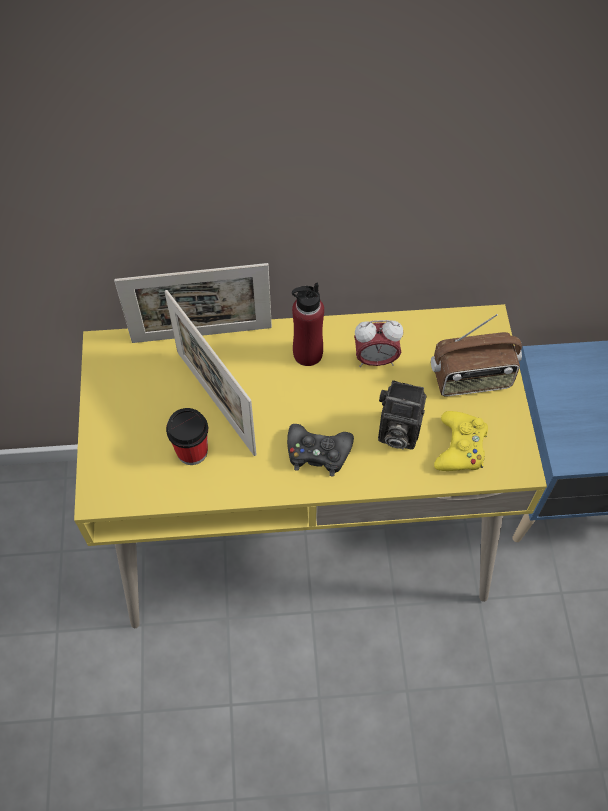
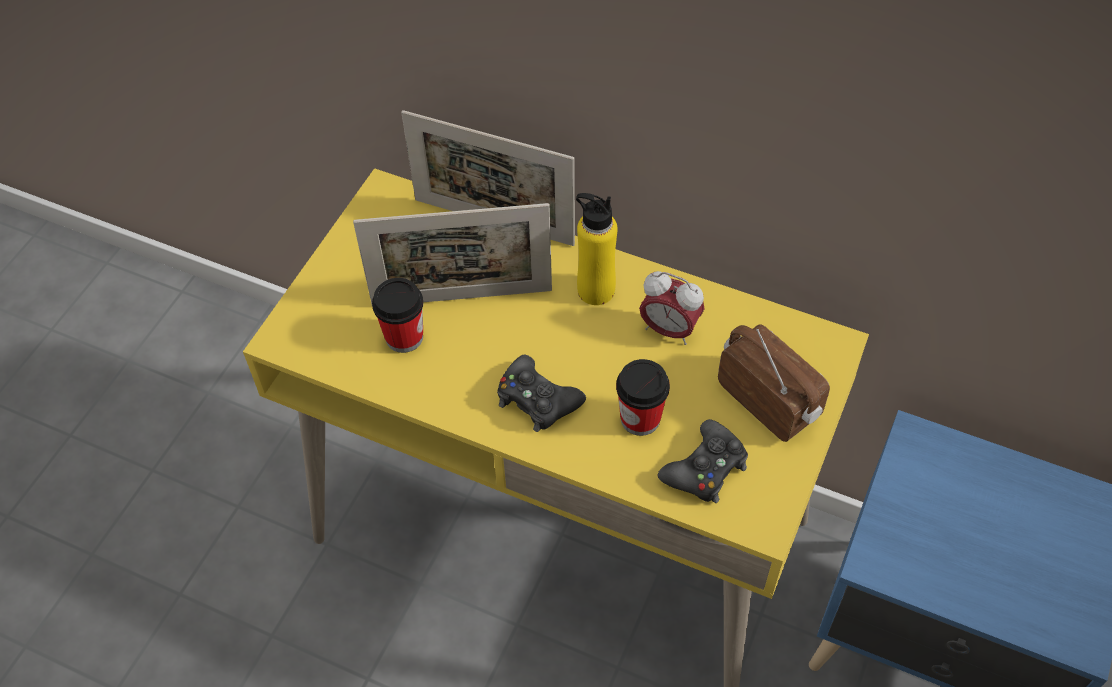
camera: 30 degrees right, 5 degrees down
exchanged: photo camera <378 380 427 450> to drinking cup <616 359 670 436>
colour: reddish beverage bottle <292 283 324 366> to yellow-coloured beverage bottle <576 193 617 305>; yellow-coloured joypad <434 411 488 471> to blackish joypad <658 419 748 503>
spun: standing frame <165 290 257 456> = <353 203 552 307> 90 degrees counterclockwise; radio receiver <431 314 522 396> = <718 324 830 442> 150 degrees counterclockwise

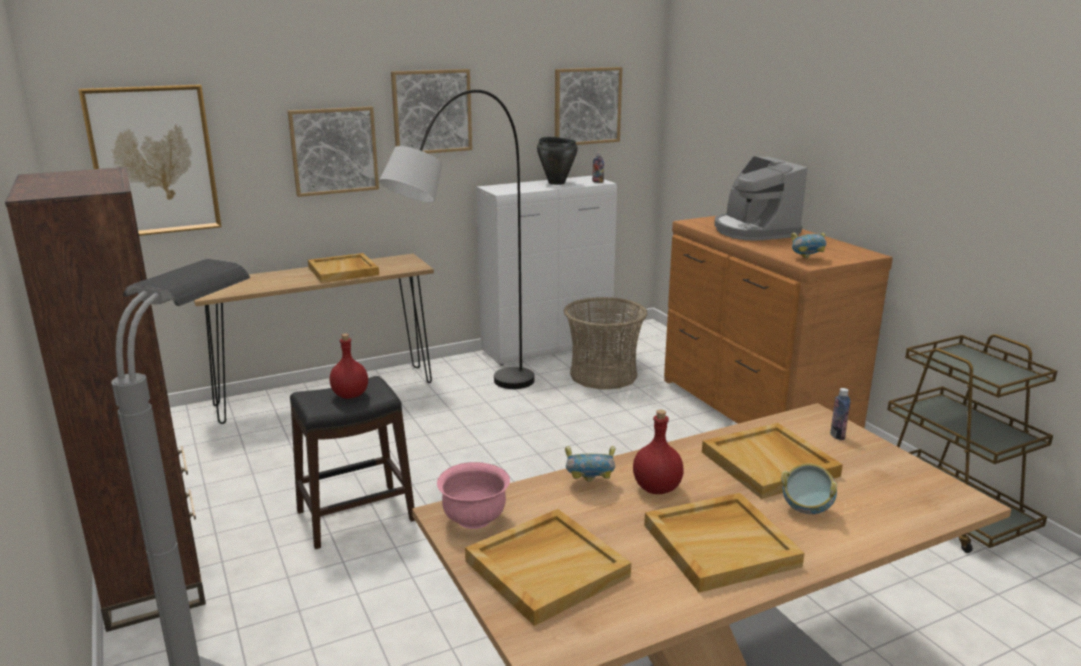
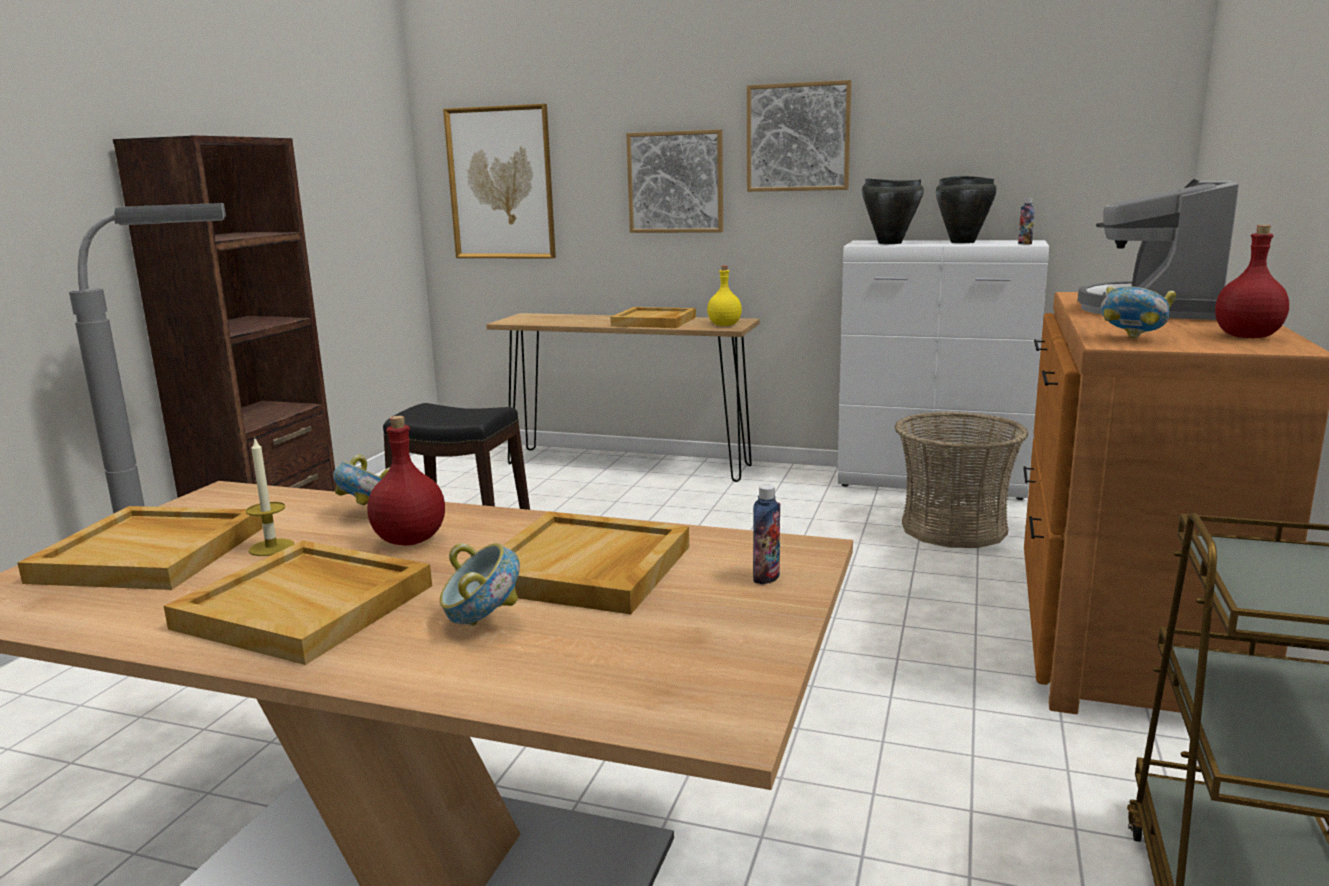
camera: 45 degrees right, 5 degrees down
missing: wall art <555 67 622 145>; gray floor lamp <379 90 535 389>; pink serving bowl <437 462 510 529>
appeared: blackish cooking pot <862 178 924 244>; yellow-coloured beverage bottle <707 265 742 326>; candle <246 439 294 556>
relocated: reddish beverage bottle <330 334 368 399> to <1215 225 1289 338>

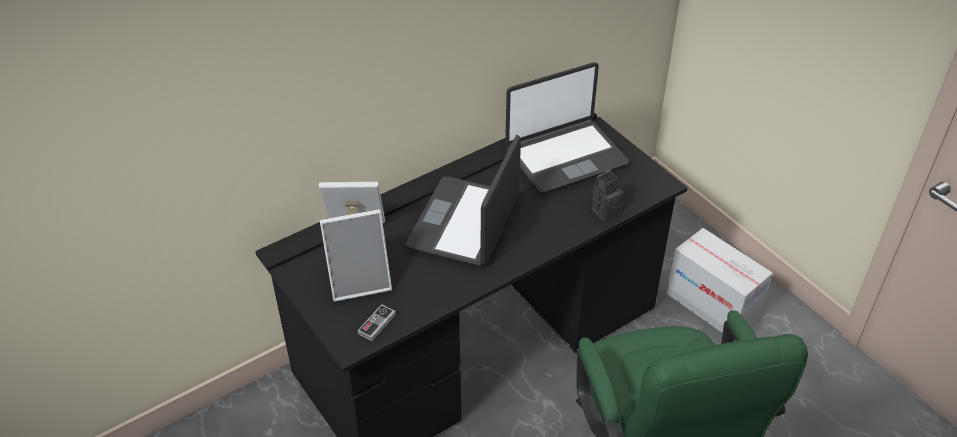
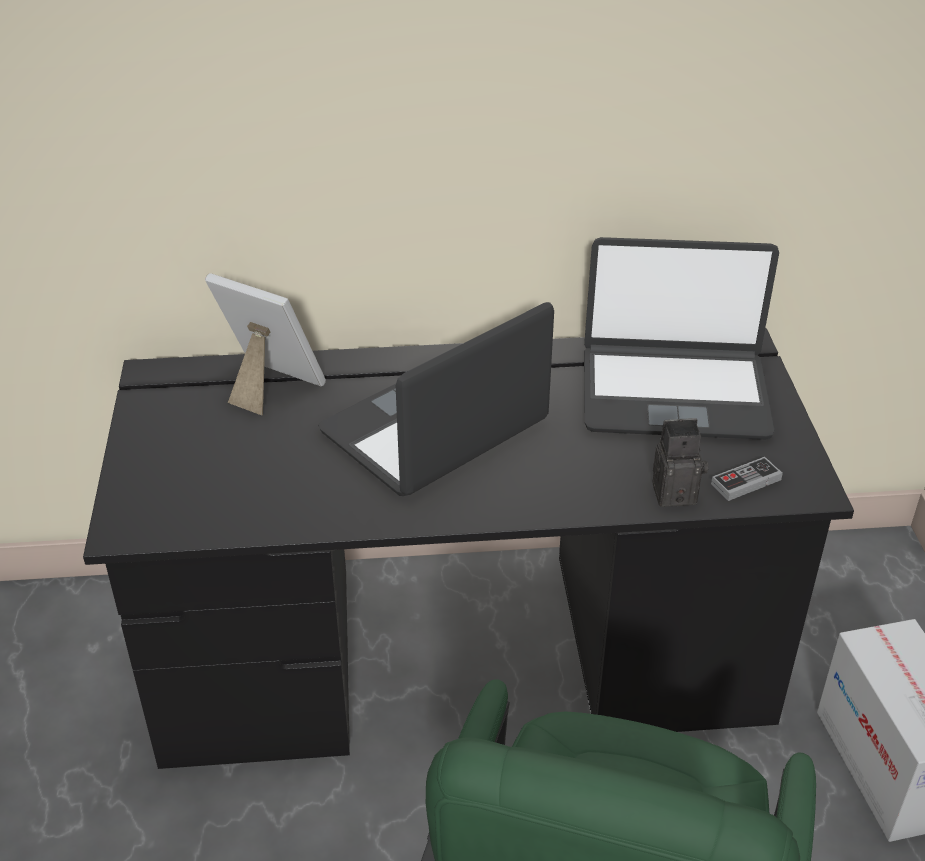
camera: 30 degrees right, 5 degrees down
missing: standing frame <320 209 392 302>
relocated: joypad <358 304 396 341> to <711 457 783 501>

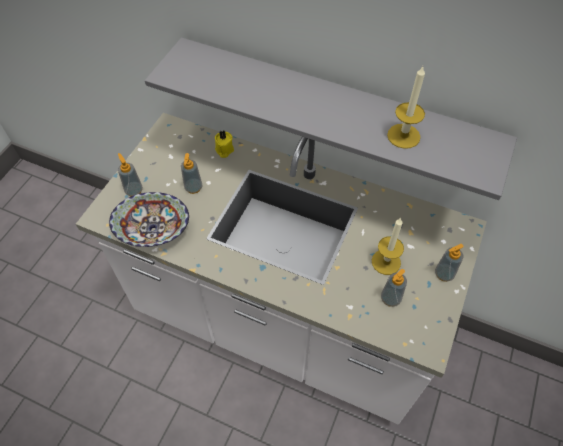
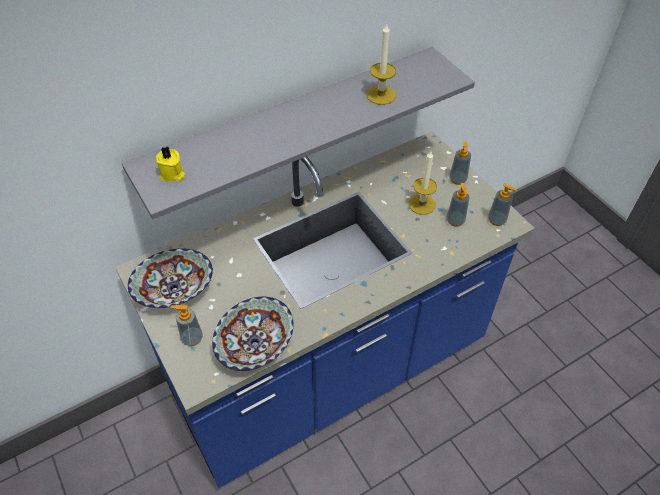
camera: 55 degrees left, 5 degrees down
appeared: serving bowl <128 249 213 308>
relocated: yellow-coloured candle <215 130 234 158> to <156 147 185 181>; liquid soap bottle <181 153 202 194> to <488 183 517 226>
colour: whitish kitchen base unit <76 113 487 425> to blue-coloured kitchen base unit <115 131 535 488>

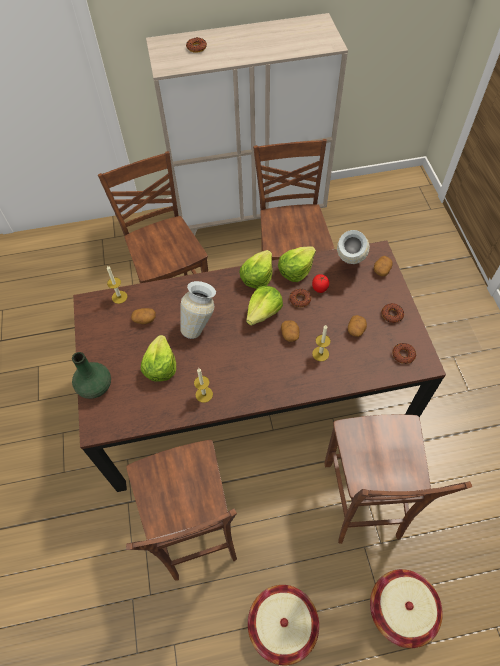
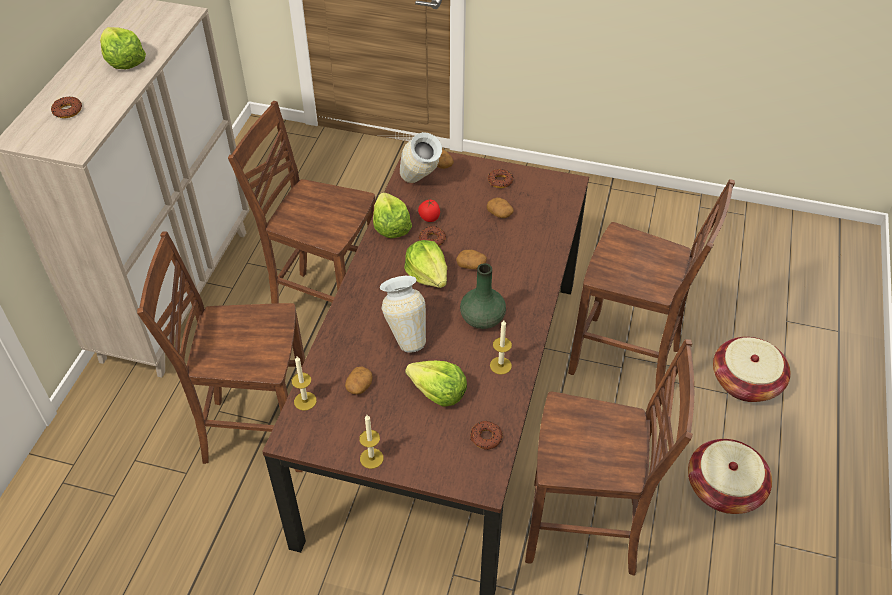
camera: 65 degrees left, 10 degrees down
relocated: lettuce head <239 250 273 289> to <100 27 146 69>; candle <312 325 331 361> to <359 415 384 469>; ring doughnut <392 343 416 364> to <470 421 503 450>; greenish decorative vase <72 352 111 399> to <460 263 506 329>

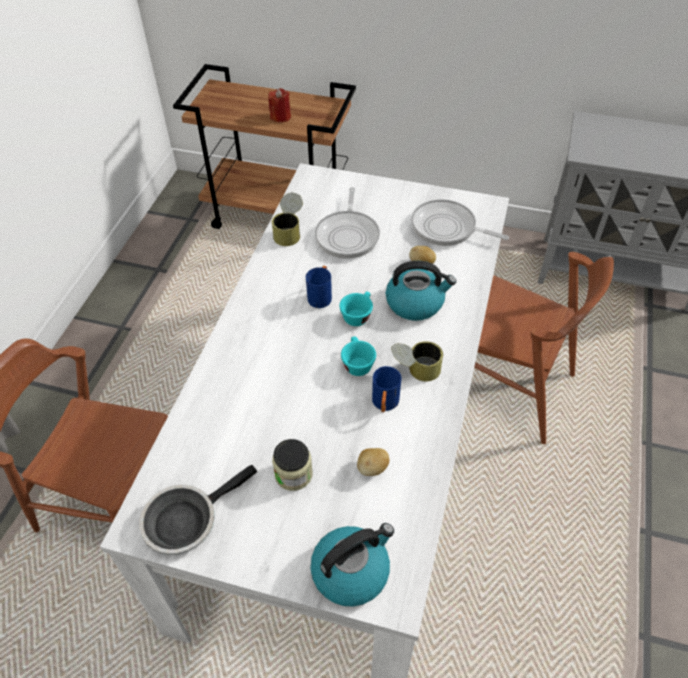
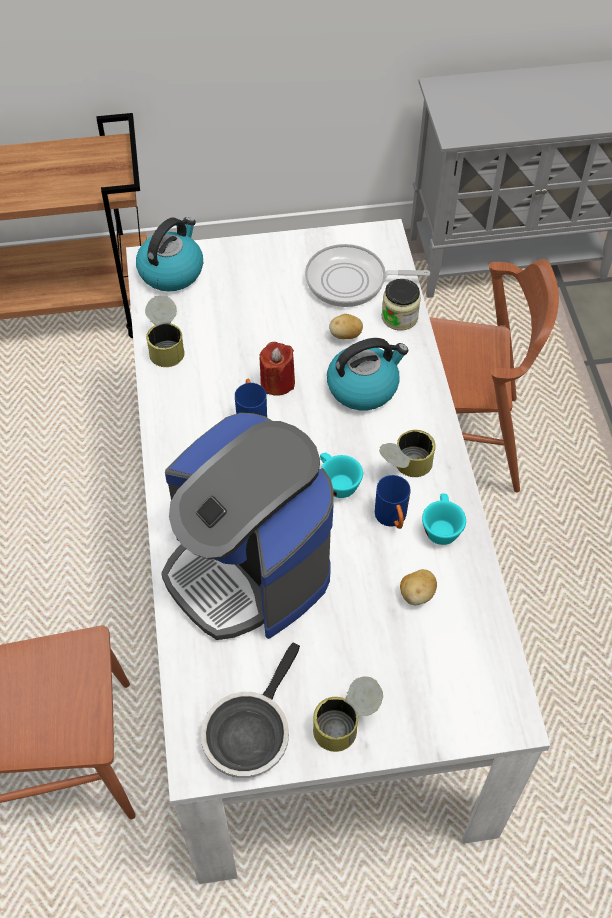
camera: 25 degrees left, 5 degrees up
missing: pan <315 187 380 259>
appeared: coffee maker <161 413 334 640>; can <313 677 383 752>
relocated: reddish candle <268 88 291 122> to <259 342 295 396>; turquoise-coloured drinking cup <340 291 373 326> to <422 493 466 545>; storage jar <272 439 313 491> to <381 279 421 331>; tea kettle <310 523 394 607> to <136 217 203 291>

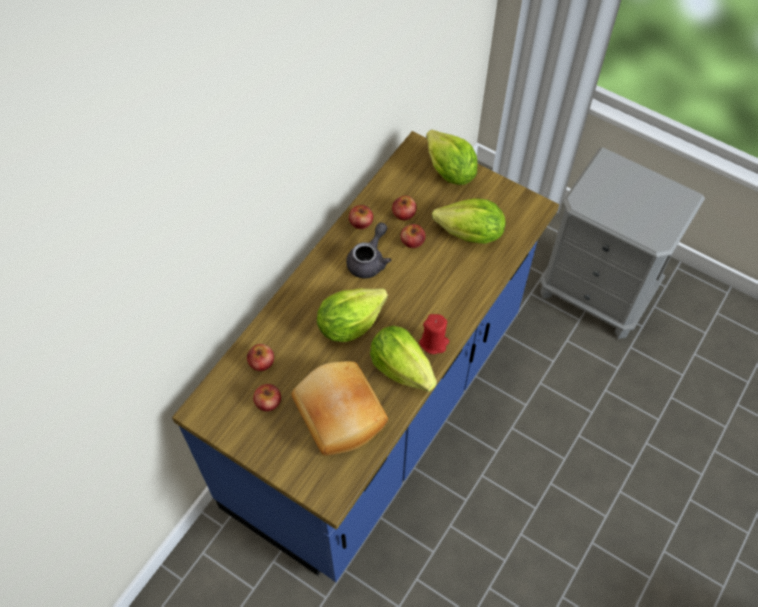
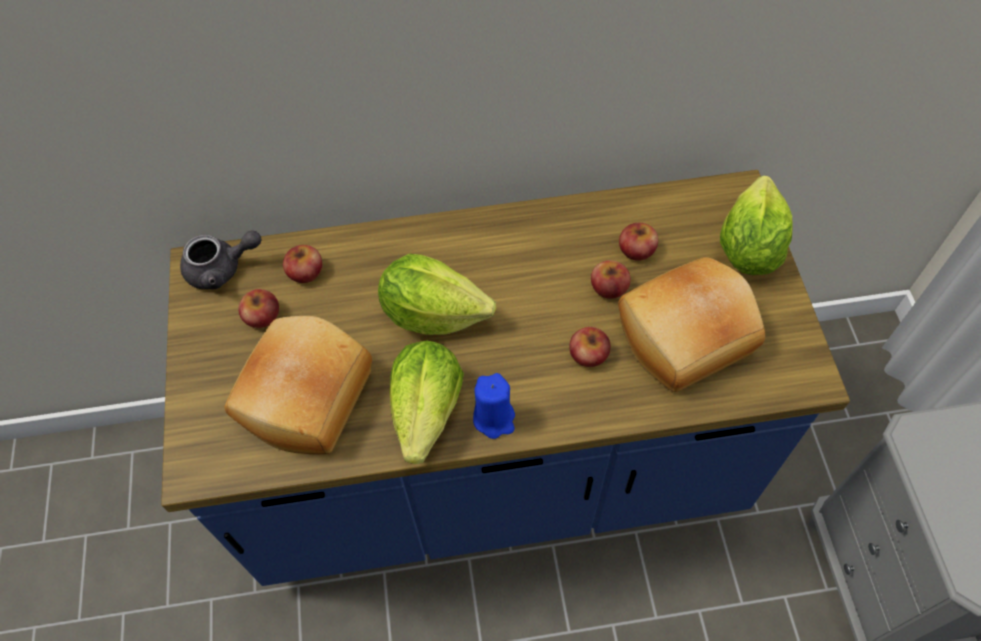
camera: 50 degrees right, 0 degrees up
relocated: apple <349 205 373 229> to <569 327 611 367>; gray teapot <346 222 391 278> to <180 230 262 290>
exchanged: lettuce head <432 198 506 244> to bread <618 257 765 392>
colour: reddish candle <419 314 449 354> to blue-coloured candle <473 373 515 439>

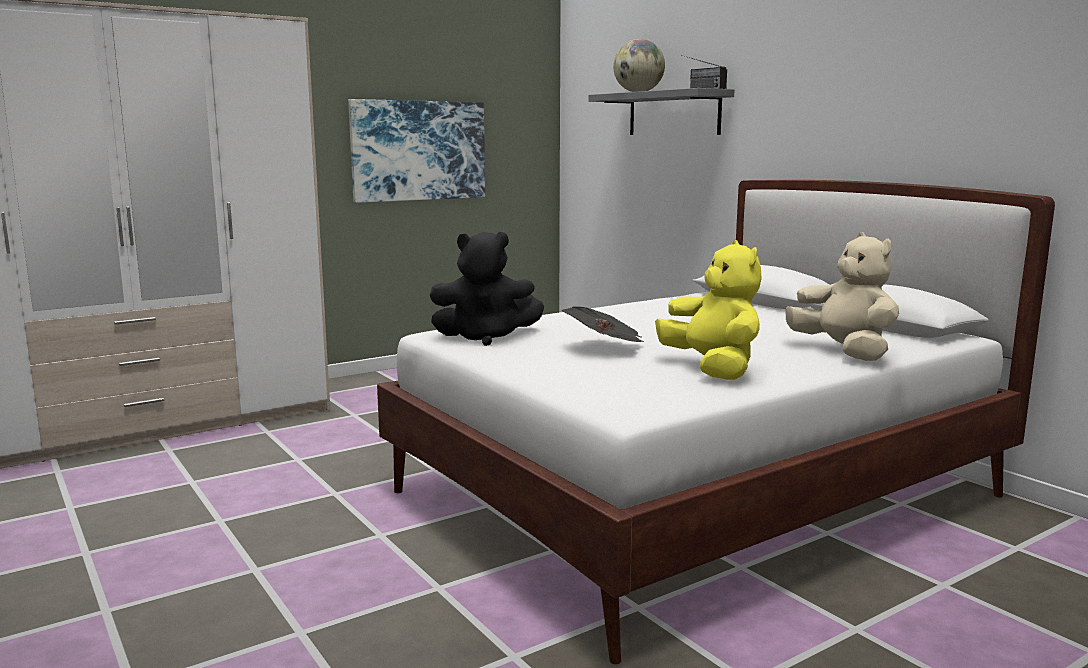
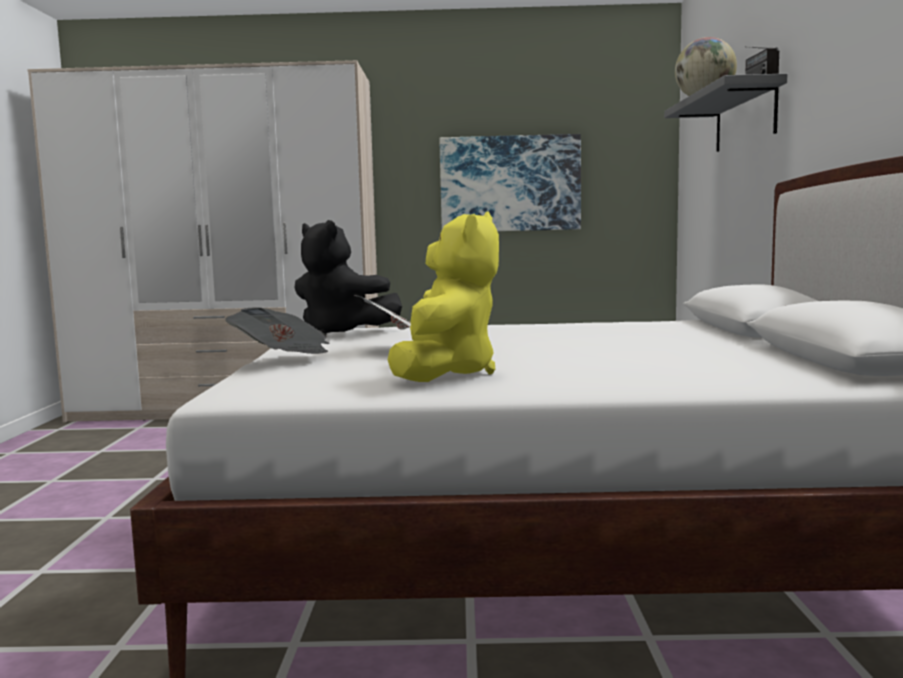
camera: 35 degrees right, 5 degrees down
missing: sand-coloured plush toy <786 232 899 361>
appeared: newspaper <225 307 330 354>

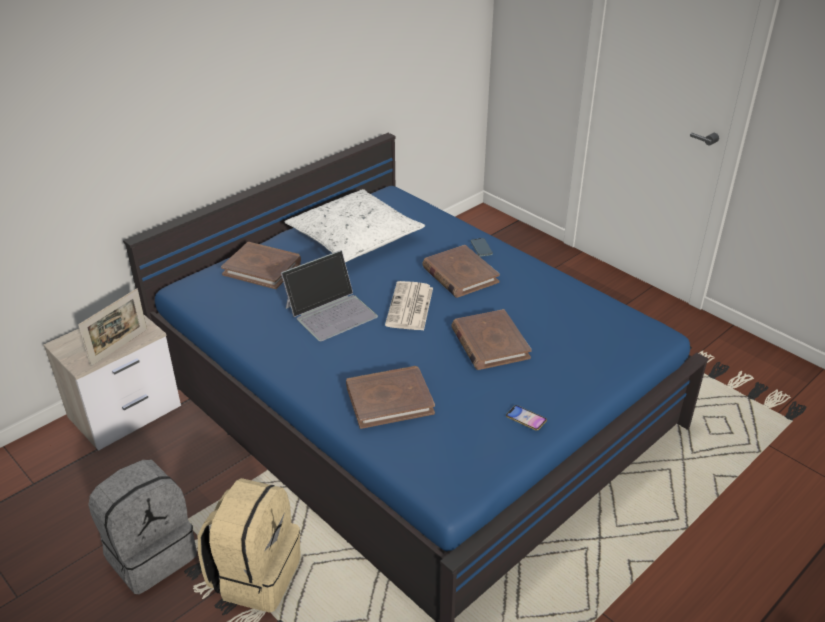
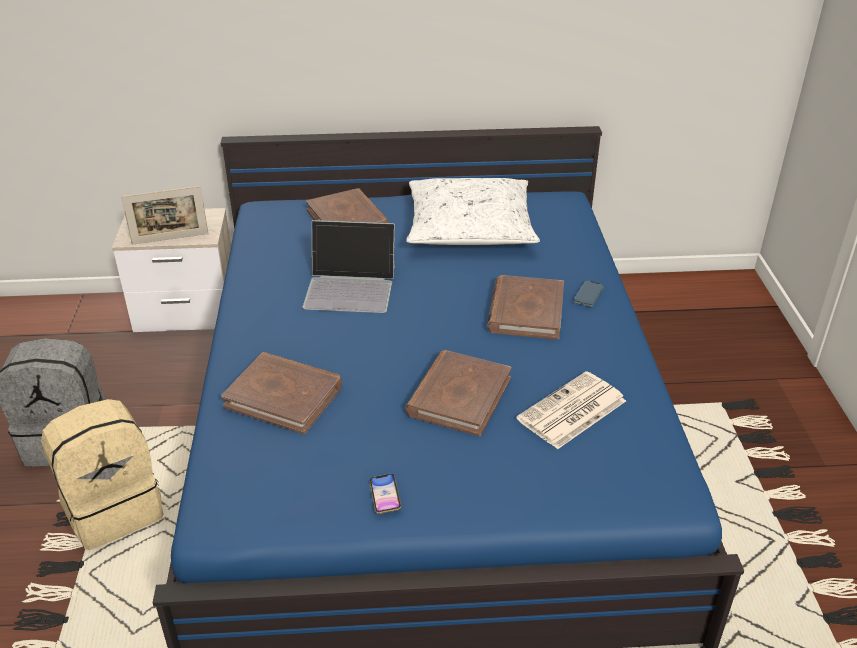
camera: 40 degrees right, 0 degrees up
relocated: newspaper <385 281 433 331> to <516 371 626 449>

